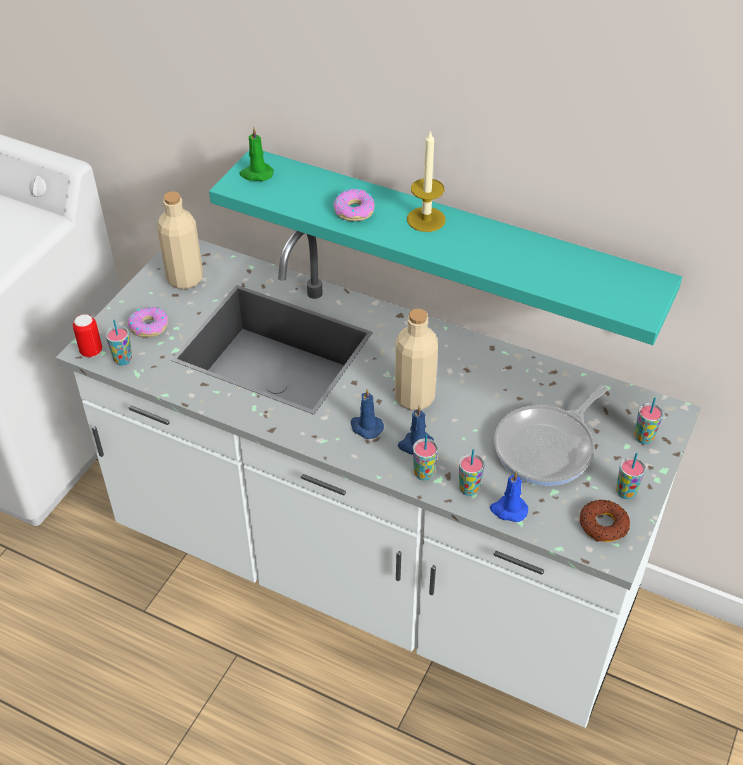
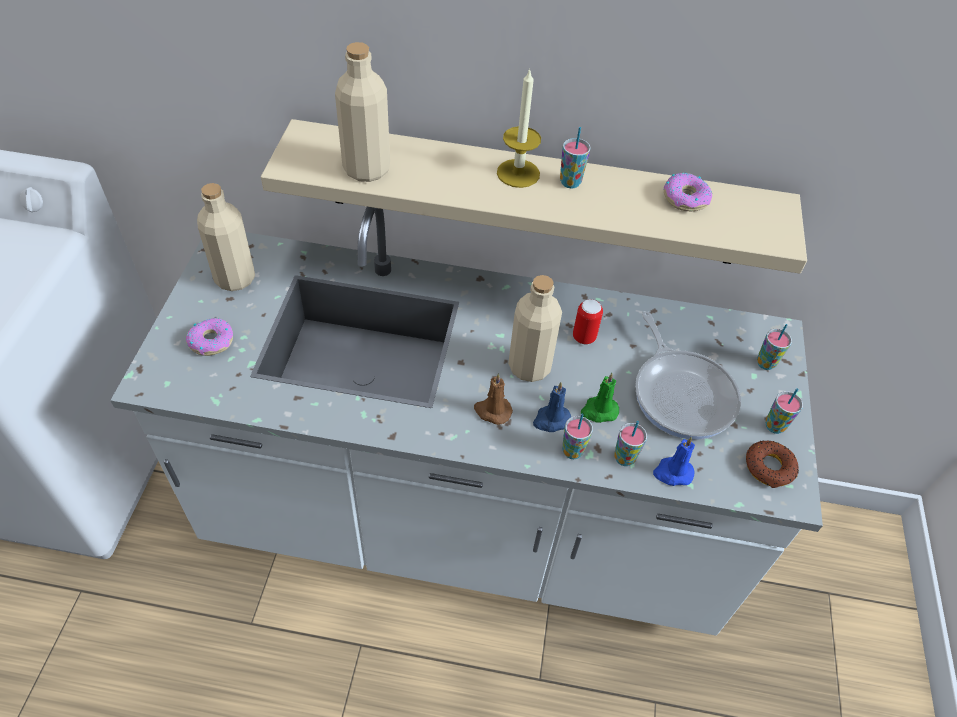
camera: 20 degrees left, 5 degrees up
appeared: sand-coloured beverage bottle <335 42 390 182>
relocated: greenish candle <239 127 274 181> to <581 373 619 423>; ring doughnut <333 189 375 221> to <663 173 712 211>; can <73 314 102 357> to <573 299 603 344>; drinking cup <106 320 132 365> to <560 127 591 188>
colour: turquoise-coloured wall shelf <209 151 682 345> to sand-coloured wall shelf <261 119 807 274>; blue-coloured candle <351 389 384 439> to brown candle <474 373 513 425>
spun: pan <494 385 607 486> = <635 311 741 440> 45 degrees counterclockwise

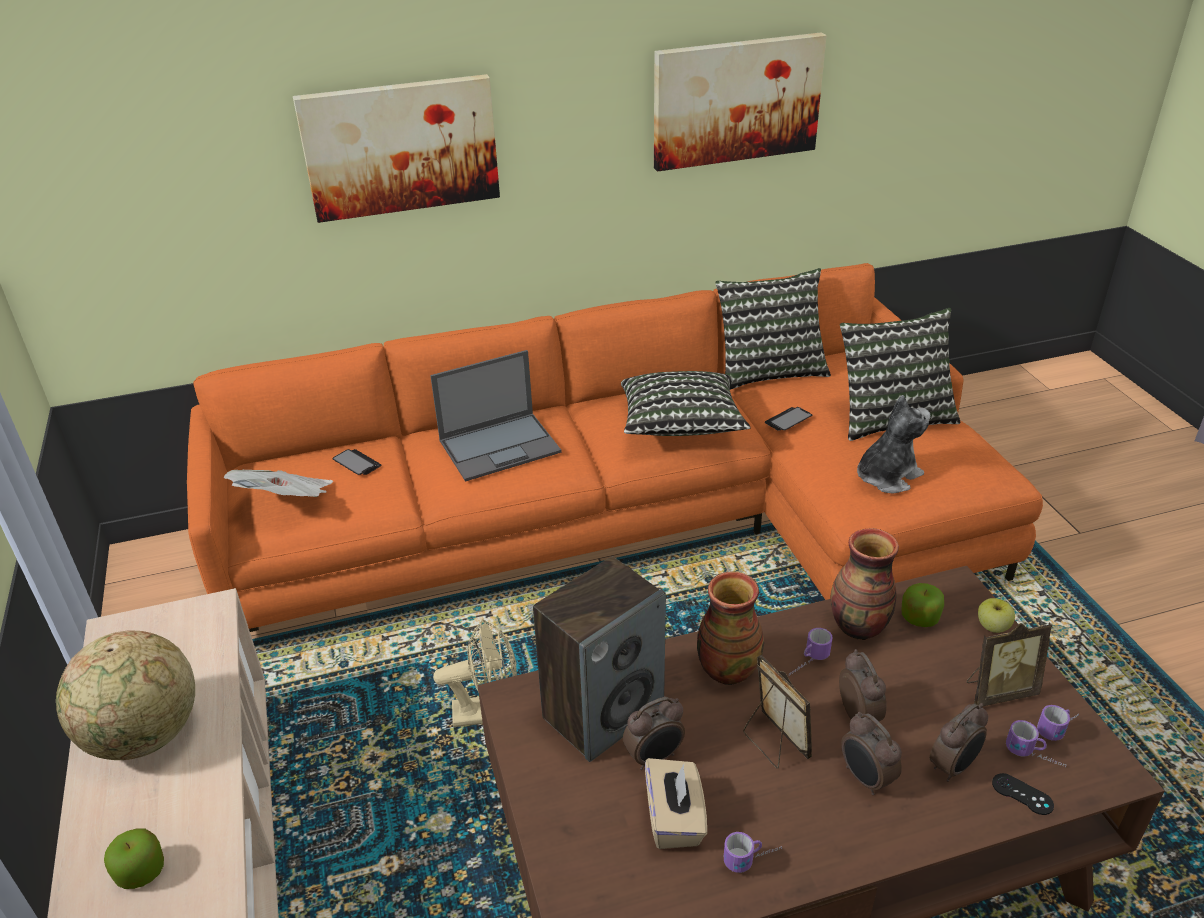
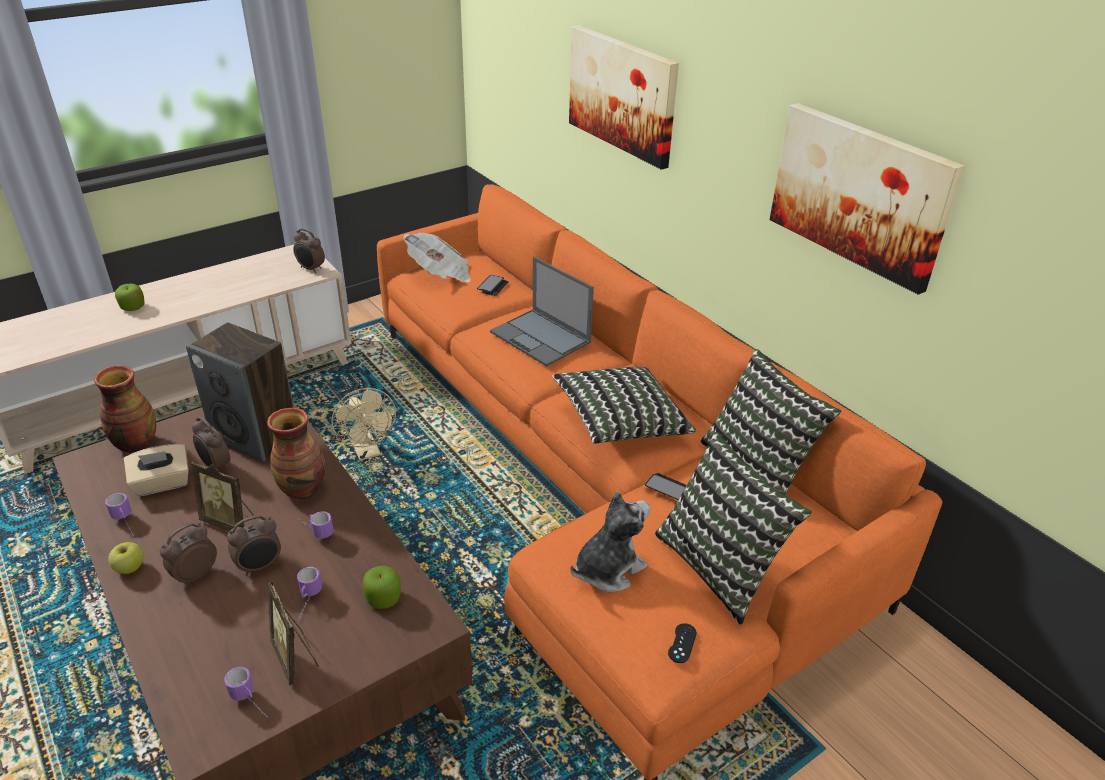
camera: 70 degrees right, 0 degrees up
missing: world globe <56 631 195 760>
relocated: decorative vase <830 528 899 640> to <94 365 156 453>; apple <978 598 1015 633> to <108 542 144 574>; alarm clock <930 703 988 782> to <293 229 325 273>; coffee mug <1006 720 1066 767> to <297 567 322 619>; blackish joypad <992 773 1054 815> to <668 623 697 663>
spun: plush toy <857 395 931 493> = <571 491 650 592> 75 degrees counterclockwise; standing frame <743 655 812 769> = <191 461 254 531> 75 degrees clockwise

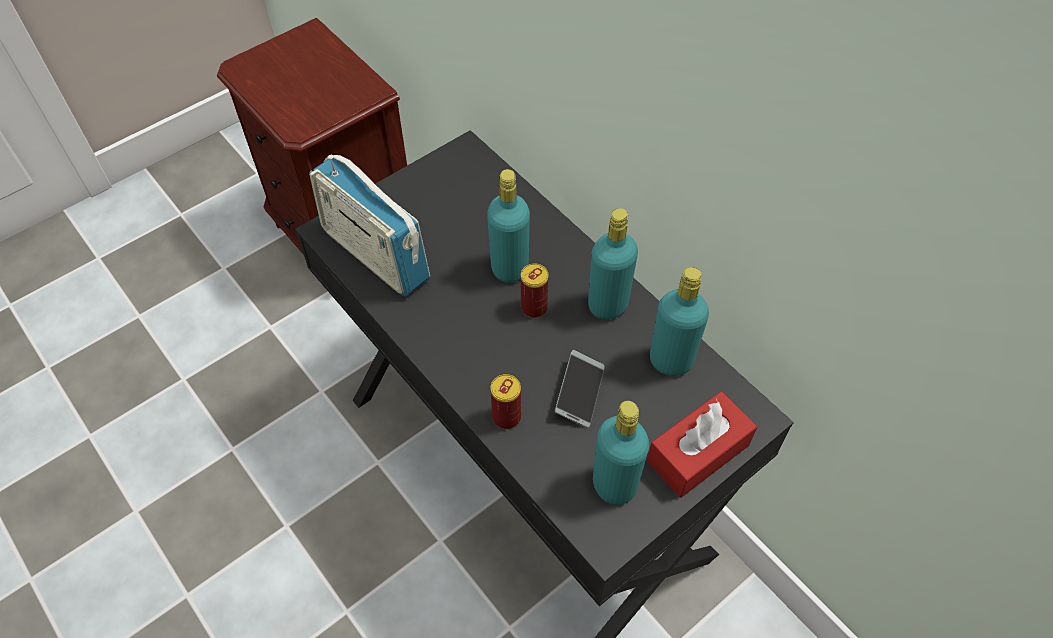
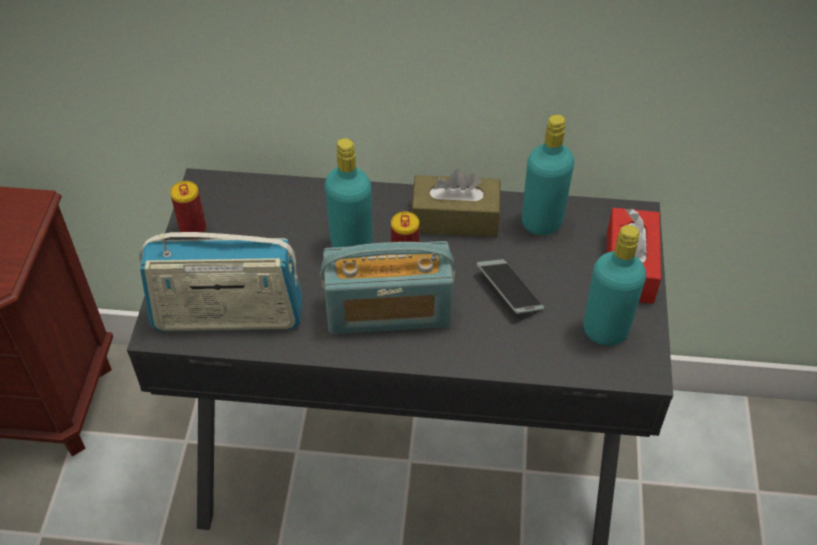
camera: 45 degrees left, 5 degrees down
appeared: radio receiver <321 241 455 334>
relocated: can <491 374 521 429> to <170 181 206 238>
exchanged: turquoise-coloured beverage bottle <588 208 638 320> to brown tissue holder <411 169 500 237>

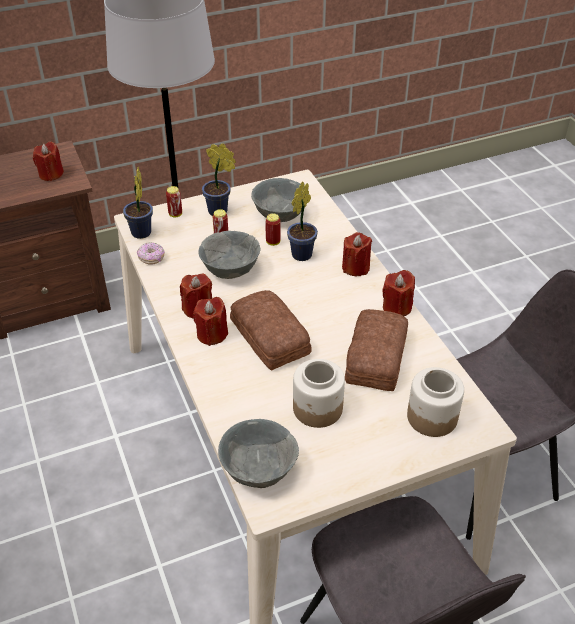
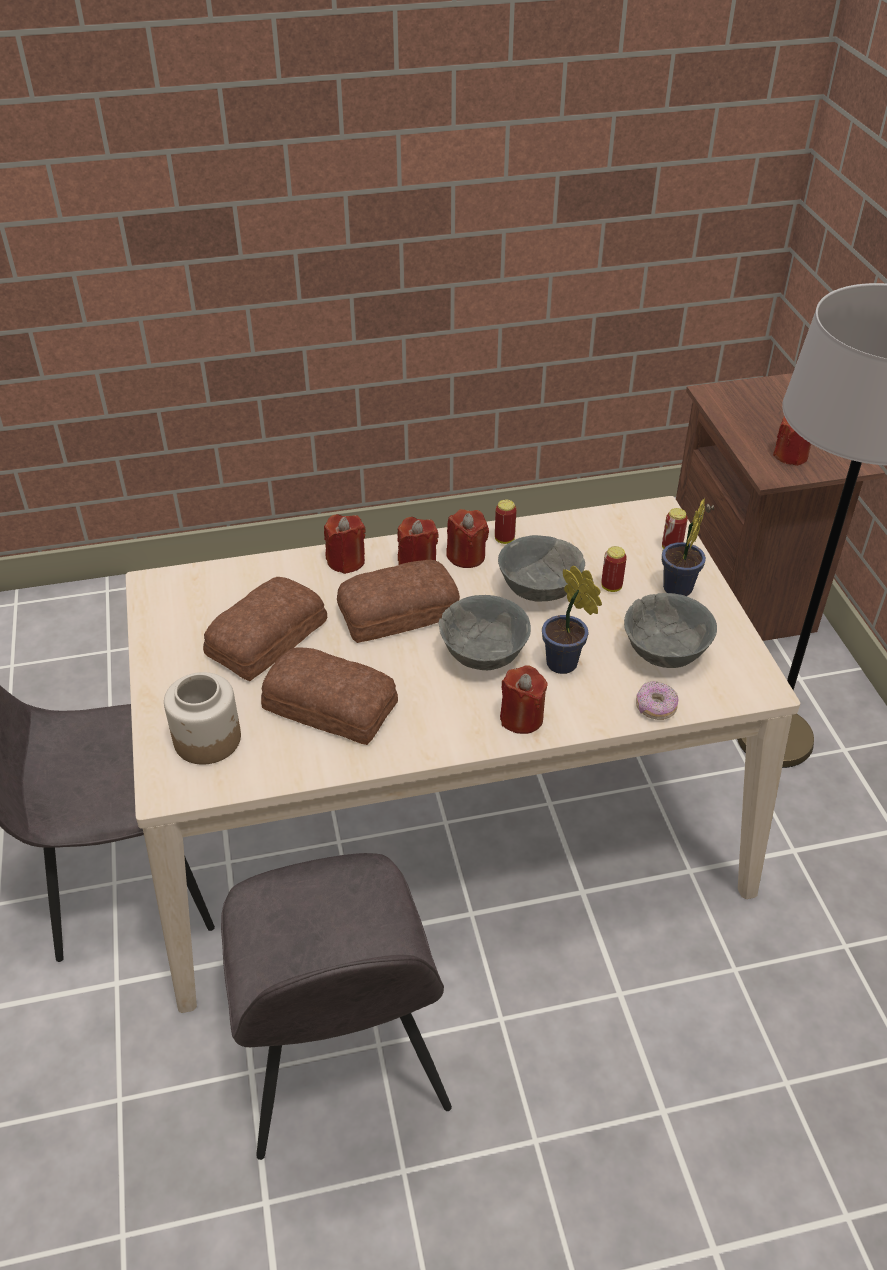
camera: 100 degrees right, 0 degrees up
missing: plant in a pot <123 167 153 239>
relocated: can <265 213 281 246> to <495 500 517 544>; ring doughnut <137 242 165 264> to <636 681 678 720>; reddish candle <382 270 415 316> to <324 514 366 574>; gray serving bowl <218 419 299 488> to <439 595 531 670>
exchanged: storage jar <293 359 345 428> to bread <203 577 327 681>

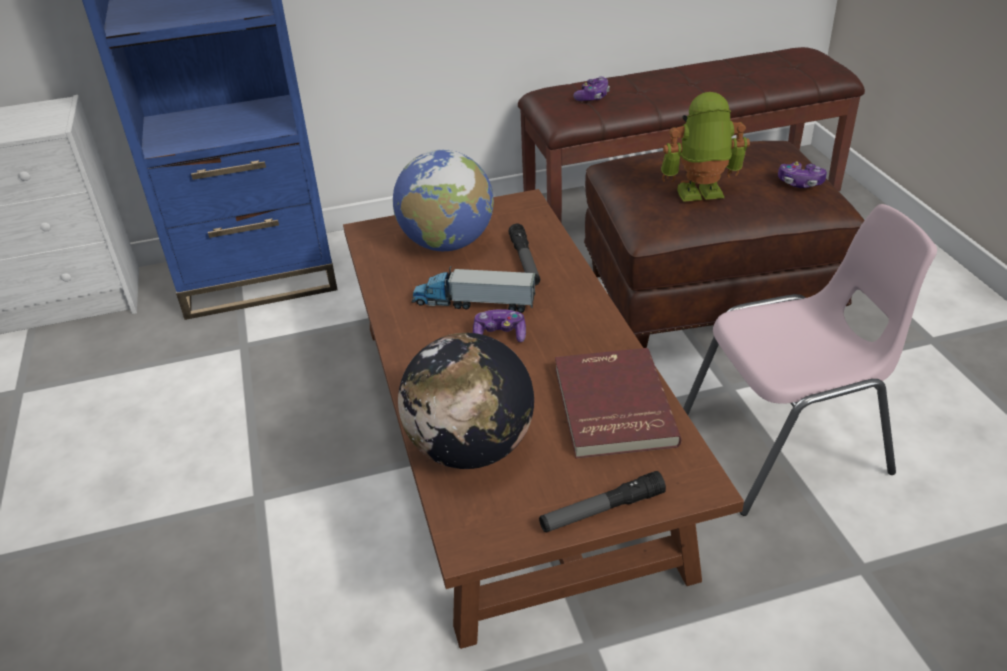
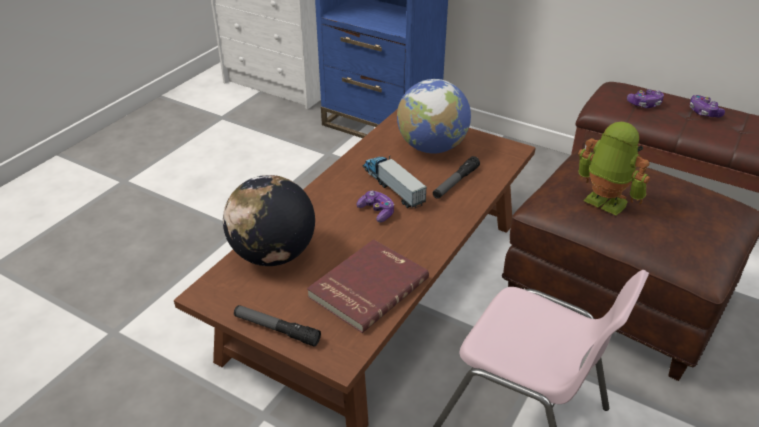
camera: 45 degrees right, 0 degrees up
relocated: joypad <778 161 827 188> to <690 95 725 118>

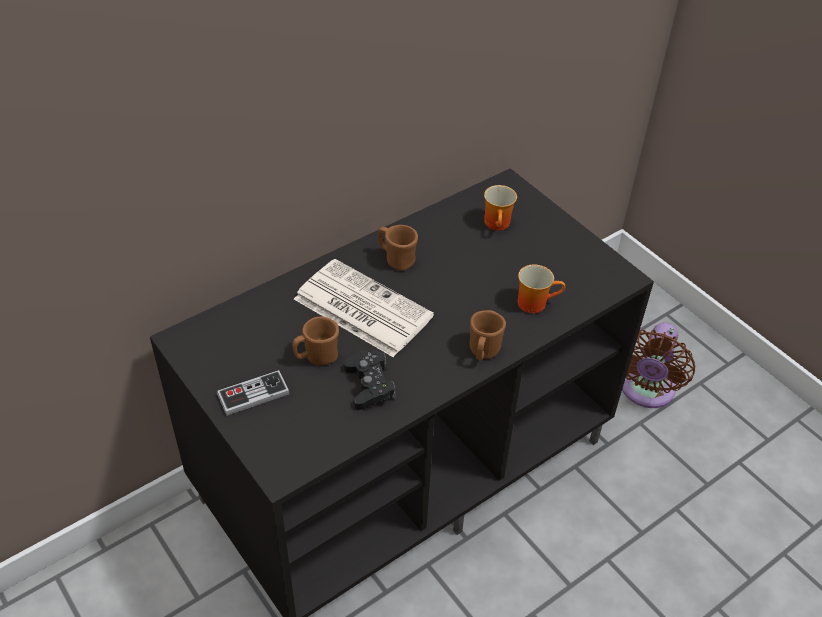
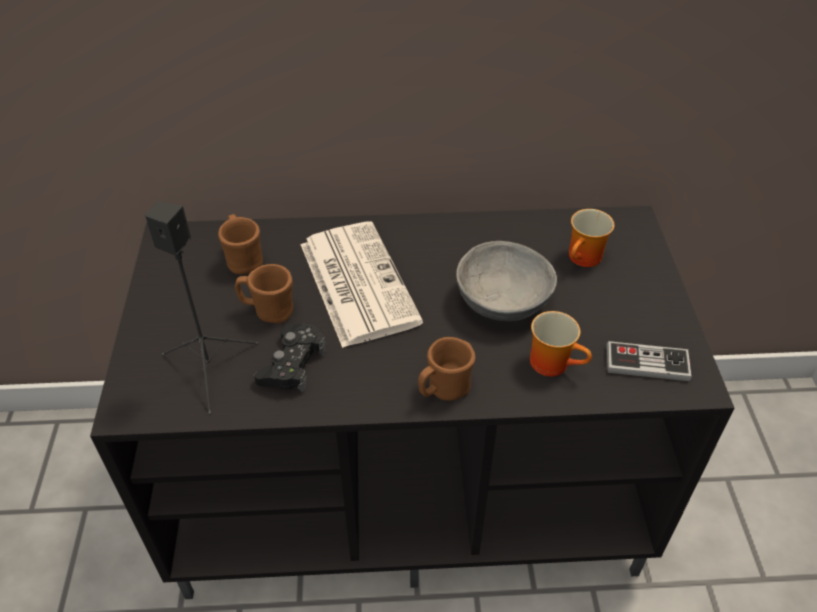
camera: 35 degrees right, 0 degrees up
missing: brown fan <622 323 695 408>
appeared: blackish loudspeaker <145 202 259 415>; gray serving bowl <456 241 557 321>
relocated: brown coffee mug <378 225 418 271> to <218 214 263 274>; joypad <217 370 290 416> to <607 341 692 381>

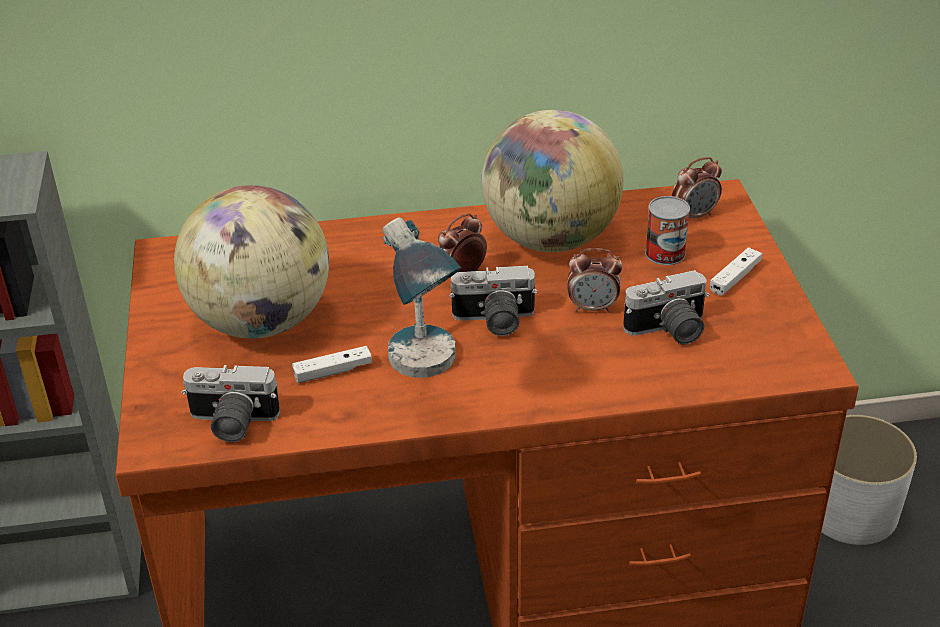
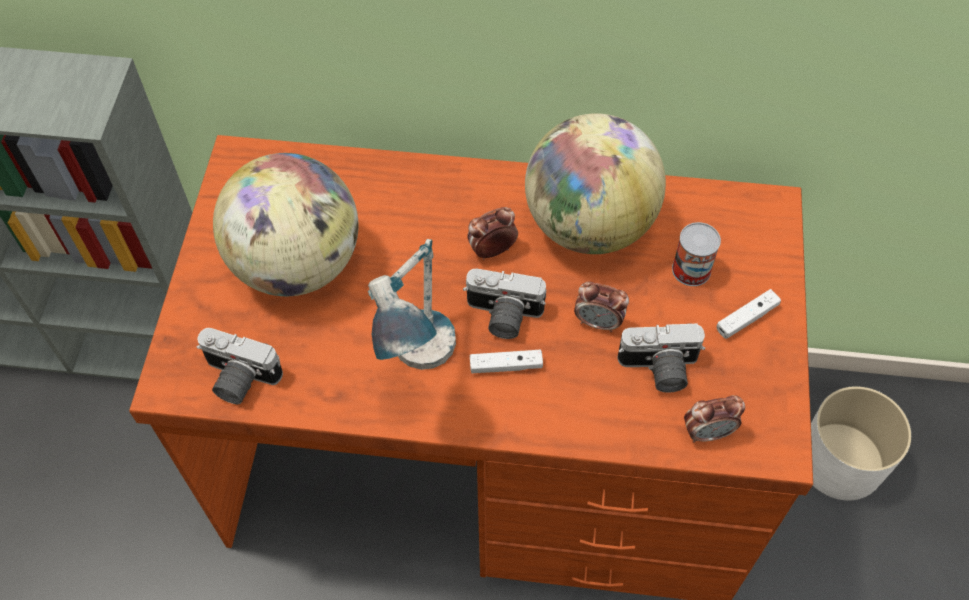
camera: 15 degrees right, 20 degrees up
relocated: alarm clock <672 157 722 219> to <684 395 745 443>; whitish joypad <292 346 372 383> to <470 350 543 373>

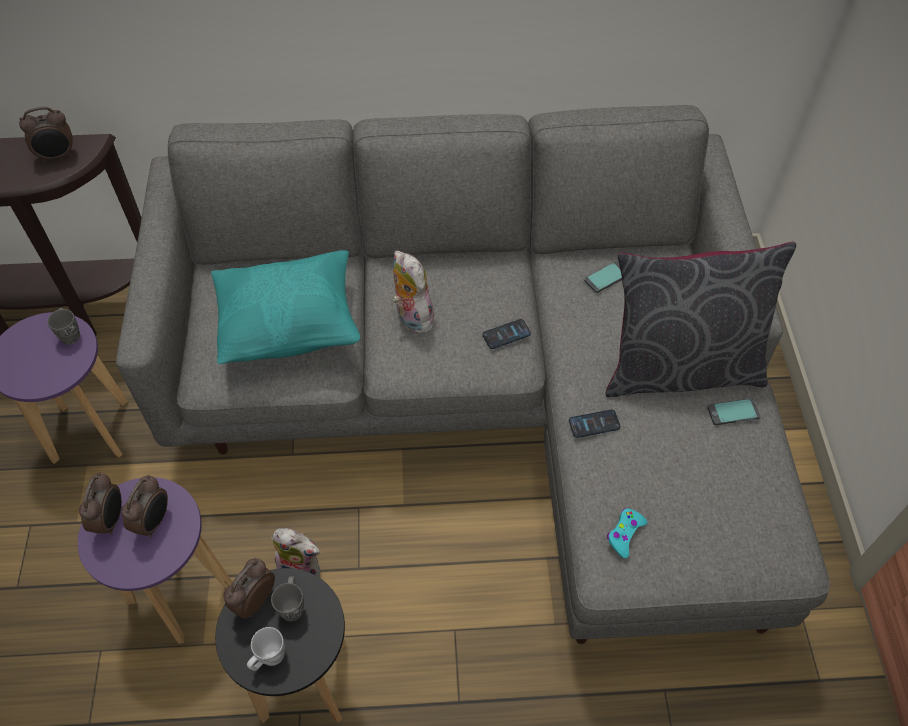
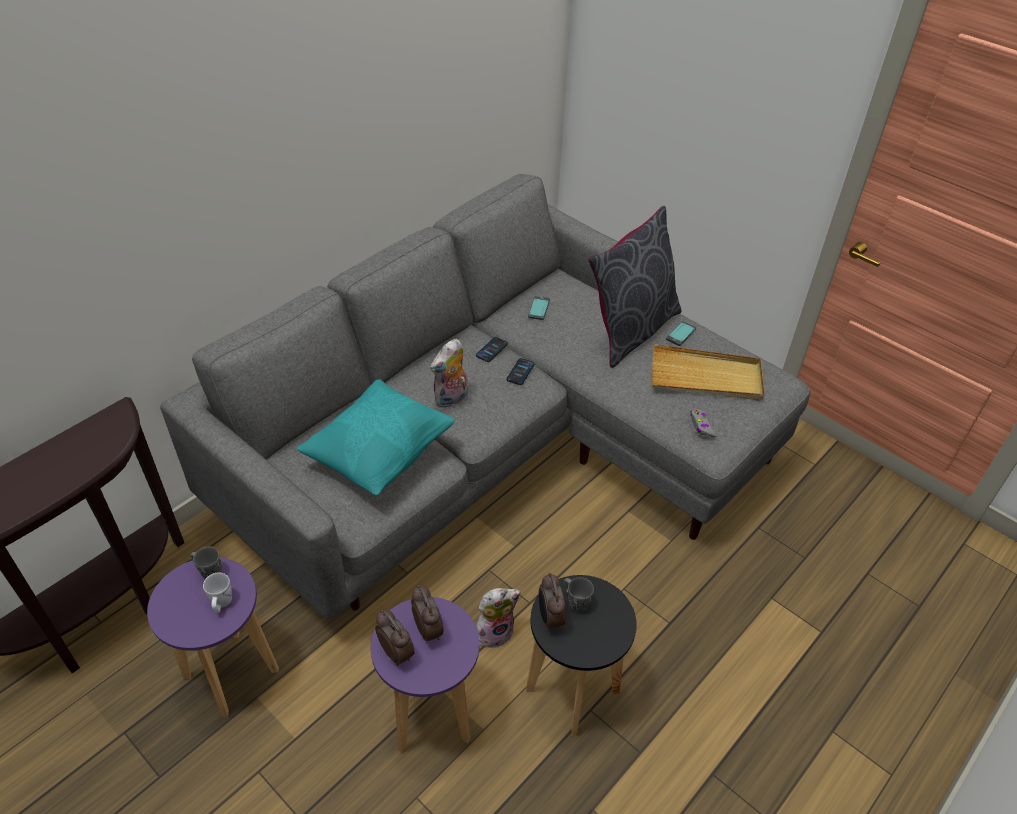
camera: 45 degrees left, 10 degrees down
missing: alarm clock <19 107 73 163>
appeared: sand-coloured serving tray <652 344 765 401>
relocated: telephone <569 409 621 438> to <476 337 508 362>; whitish coffee mug <247 627 285 671> to <203 572 232 613>
colour: turquoise-coloured joypad <607 508 647 558> to gray joypad <690 409 717 438>
spun: plush toy <392 251 437 333> = <430 339 468 408> 60 degrees counterclockwise

